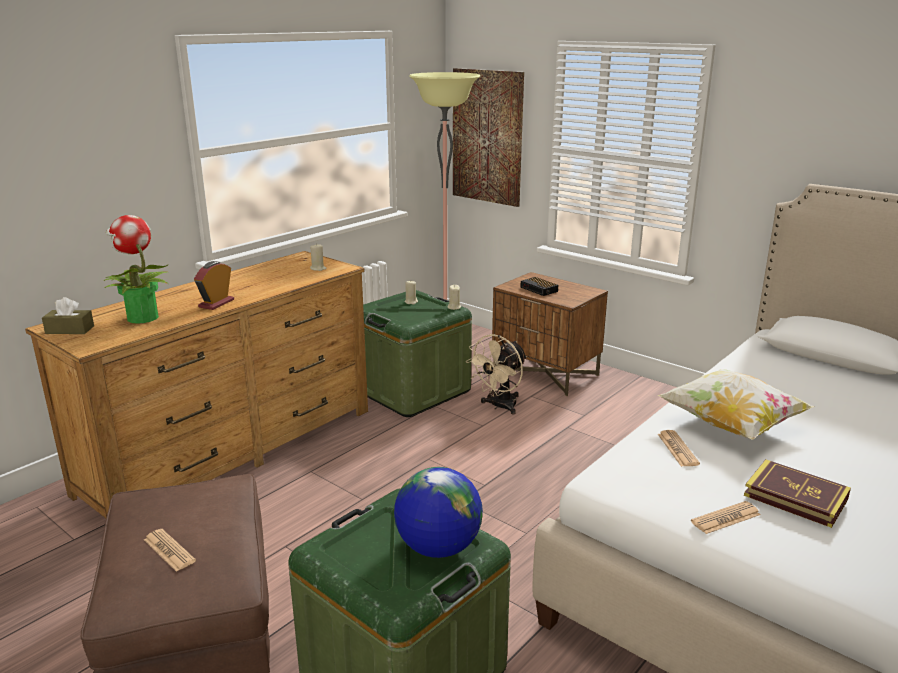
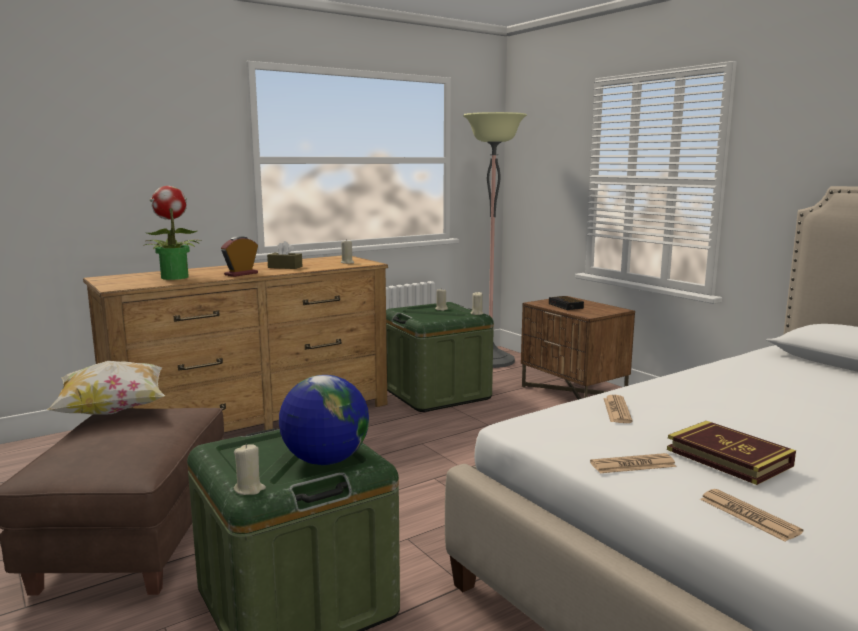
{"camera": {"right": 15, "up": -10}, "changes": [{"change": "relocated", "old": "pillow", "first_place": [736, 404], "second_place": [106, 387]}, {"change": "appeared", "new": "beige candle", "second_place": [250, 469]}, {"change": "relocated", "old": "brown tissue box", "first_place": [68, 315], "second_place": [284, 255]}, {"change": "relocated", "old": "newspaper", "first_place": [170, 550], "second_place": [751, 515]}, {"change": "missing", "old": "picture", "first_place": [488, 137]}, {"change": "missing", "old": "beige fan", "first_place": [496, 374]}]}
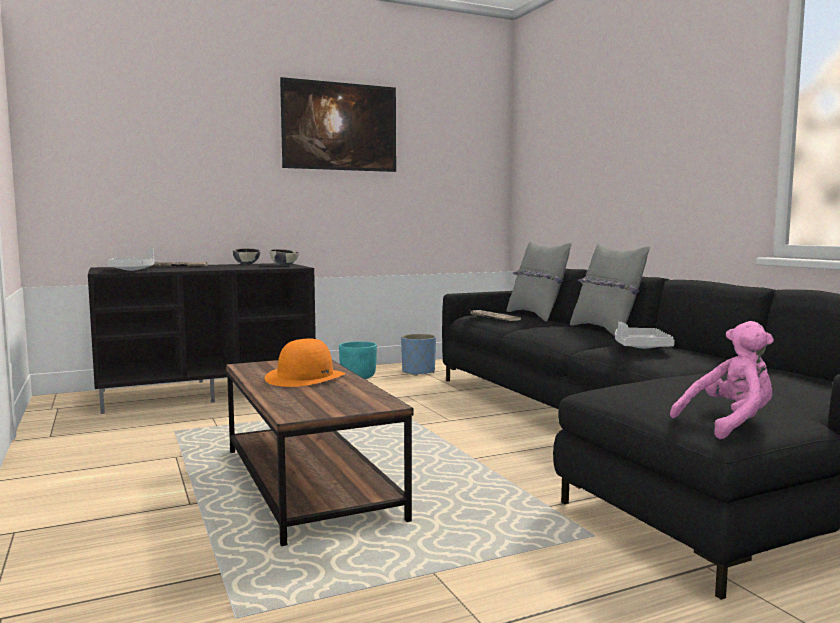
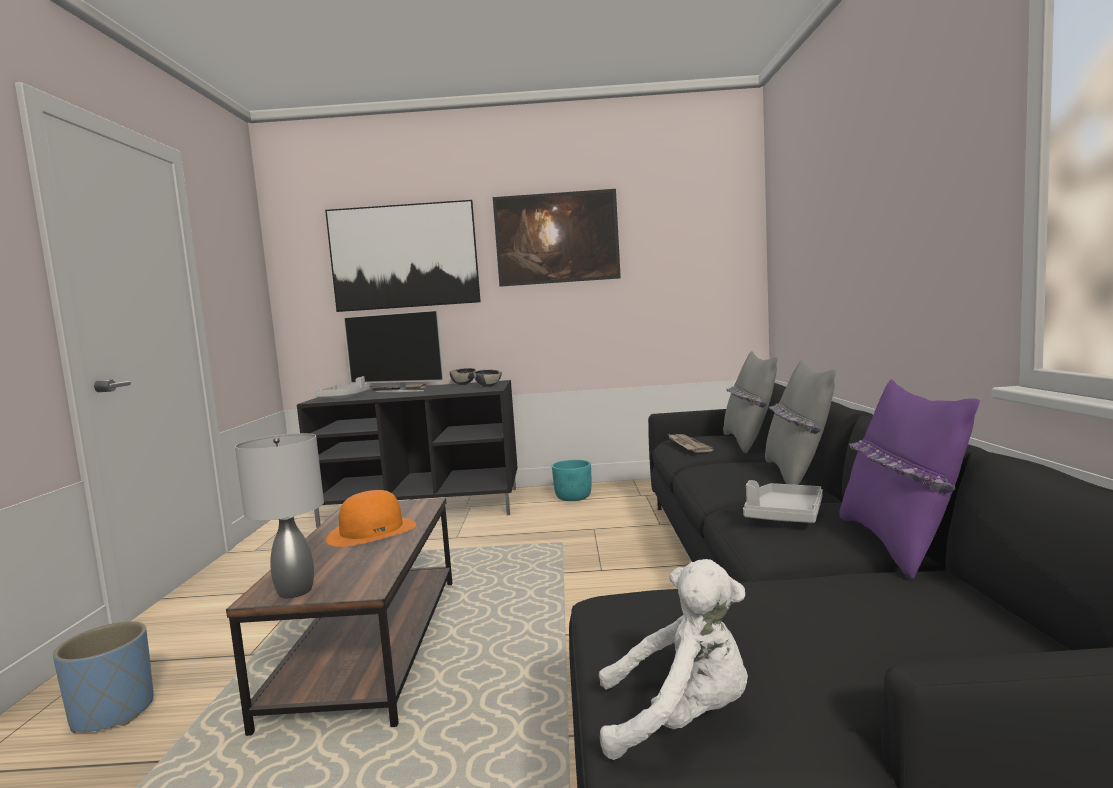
{"camera": {"right": 25, "up": 0}, "changes": [{"change": "relocated", "old": "blue planter", "first_place": [418, 355], "second_place": [103, 677]}, {"change": "appeared", "new": "grey table lamp", "second_place": [279, 515]}, {"change": "appeared", "new": "picture", "second_place": [403, 256]}, {"change": "appeared", "new": "television", "second_place": [393, 351]}, {"change": "colour", "old": "pink plush toy", "new": "white plush toy", "first_place": [722, 380], "second_place": [673, 659]}, {"change": "appeared", "new": "purple pillow", "second_place": [909, 479]}]}
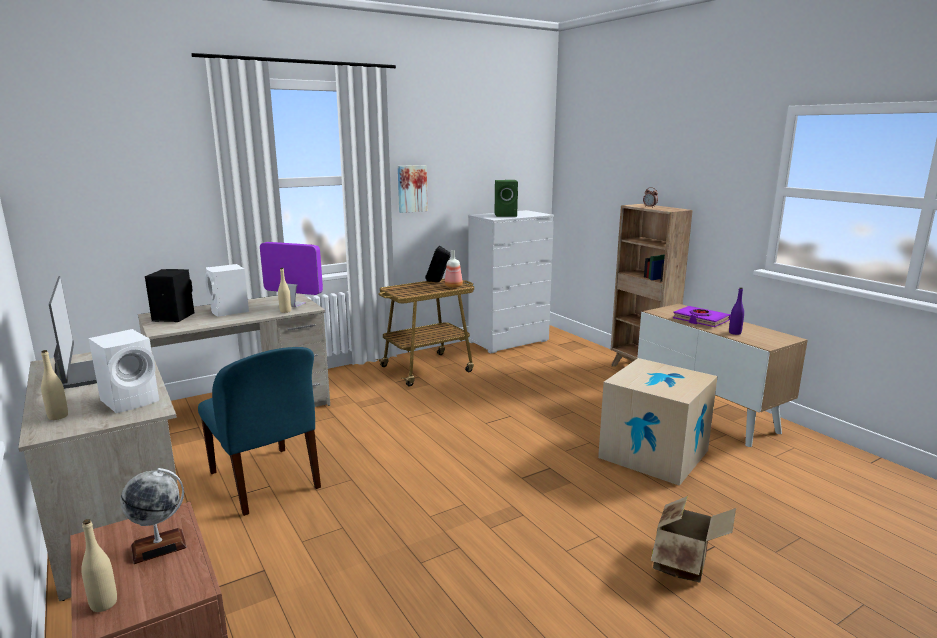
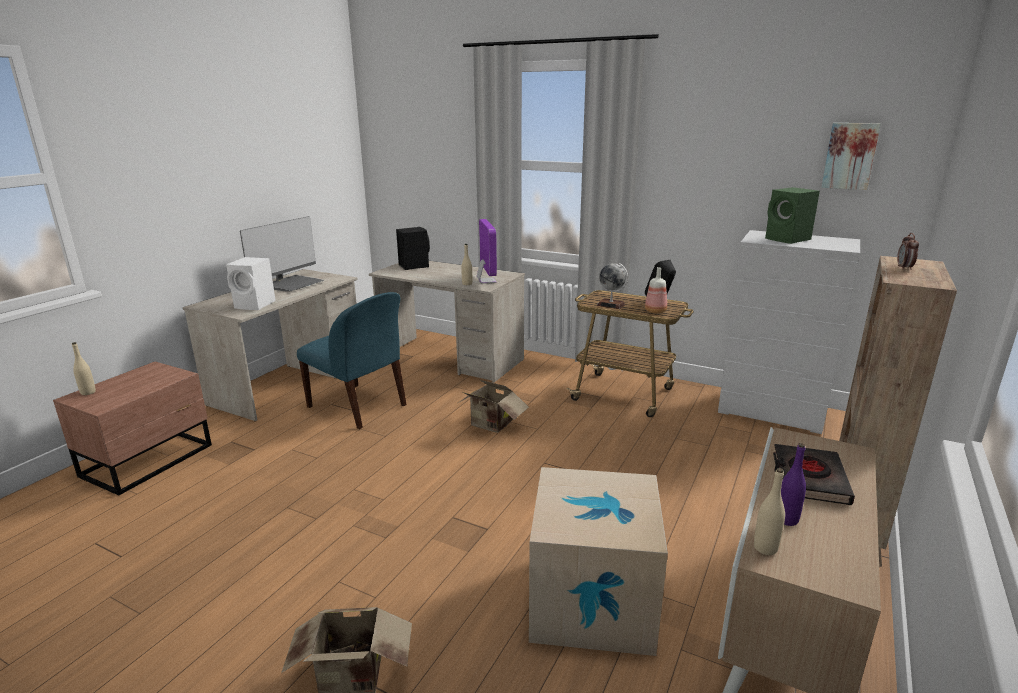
{"camera": {"right": 60, "up": 5}, "changes": [{"change": "spun", "old": "blue chair", "first_place": [259, 431], "second_place": [352, 360], "degrees": -75}, {"change": "appeared", "new": "cardboard box", "second_place": [493, 406]}, {"change": "relocated", "old": "globe", "first_place": [153, 516], "second_place": [612, 286]}, {"change": "relocated", "old": "beige bottle", "first_place": [54, 385], "second_place": [769, 511]}, {"change": "colour", "old": "purple book", "new": "black book", "first_place": [702, 316], "second_place": [814, 474]}, {"change": "relocated", "old": "picture", "first_place": [413, 189], "second_place": [851, 156]}, {"change": "missing", "old": "white speaker", "first_place": [227, 290]}]}
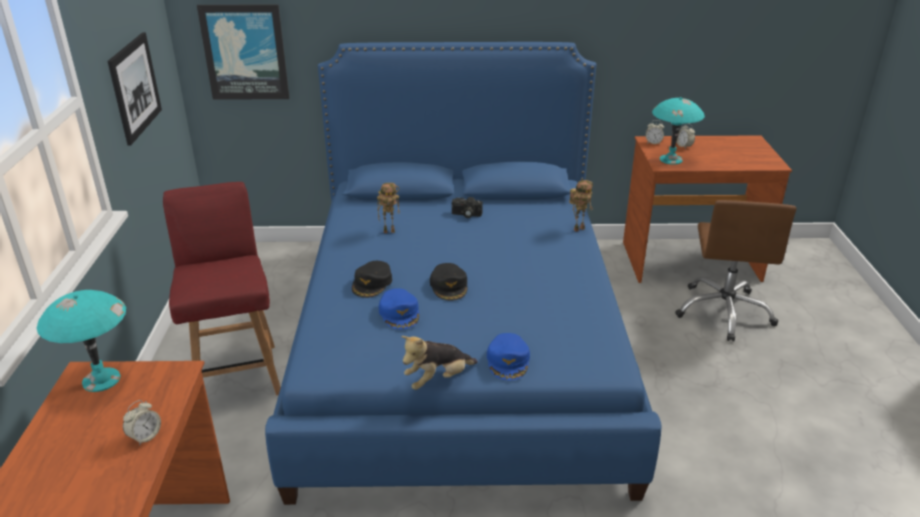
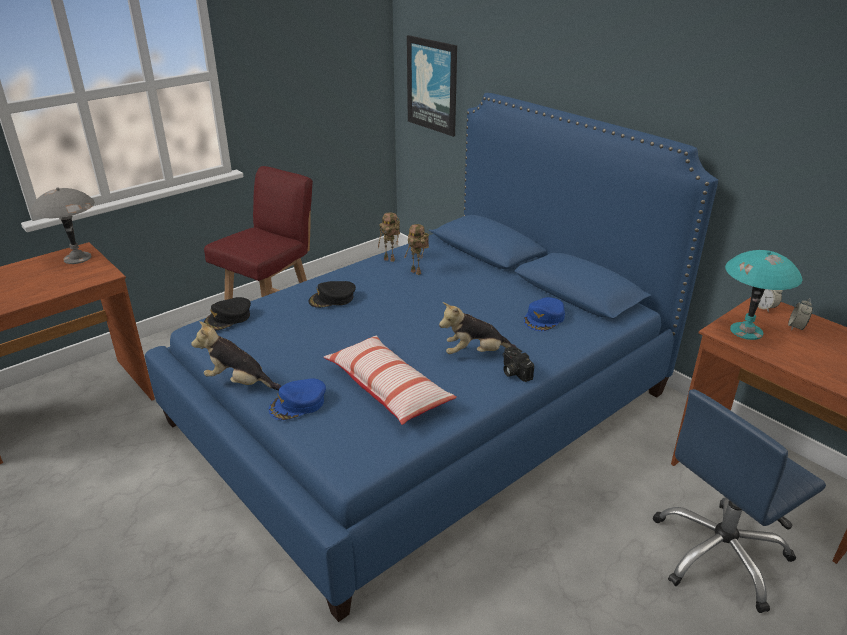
{"camera": {"right": 50, "up": 0}, "changes": [{"change": "colour", "old": "turquoise table lamp", "new": "grey table lamp", "first_place": [81, 341], "second_place": [62, 225]}, {"change": "relocated", "old": "black cap", "first_place": [448, 282], "second_place": [227, 313]}, {"change": "appeared", "new": "pillow", "second_place": [390, 380]}, {"change": "relocated", "old": "toy robot", "first_place": [581, 206], "second_place": [389, 237]}, {"change": "appeared", "new": "plush toy", "second_place": [477, 328]}, {"change": "relocated", "old": "photo camera", "first_place": [467, 207], "second_place": [518, 364]}, {"change": "relocated", "old": "blue cap", "first_place": [399, 309], "second_place": [544, 314]}, {"change": "colour", "old": "brown office chair", "new": "blue office chair", "first_place": [736, 270], "second_place": [739, 501]}, {"change": "missing", "old": "picture", "first_place": [135, 89]}, {"change": "missing", "old": "alarm clock", "first_place": [142, 423]}]}
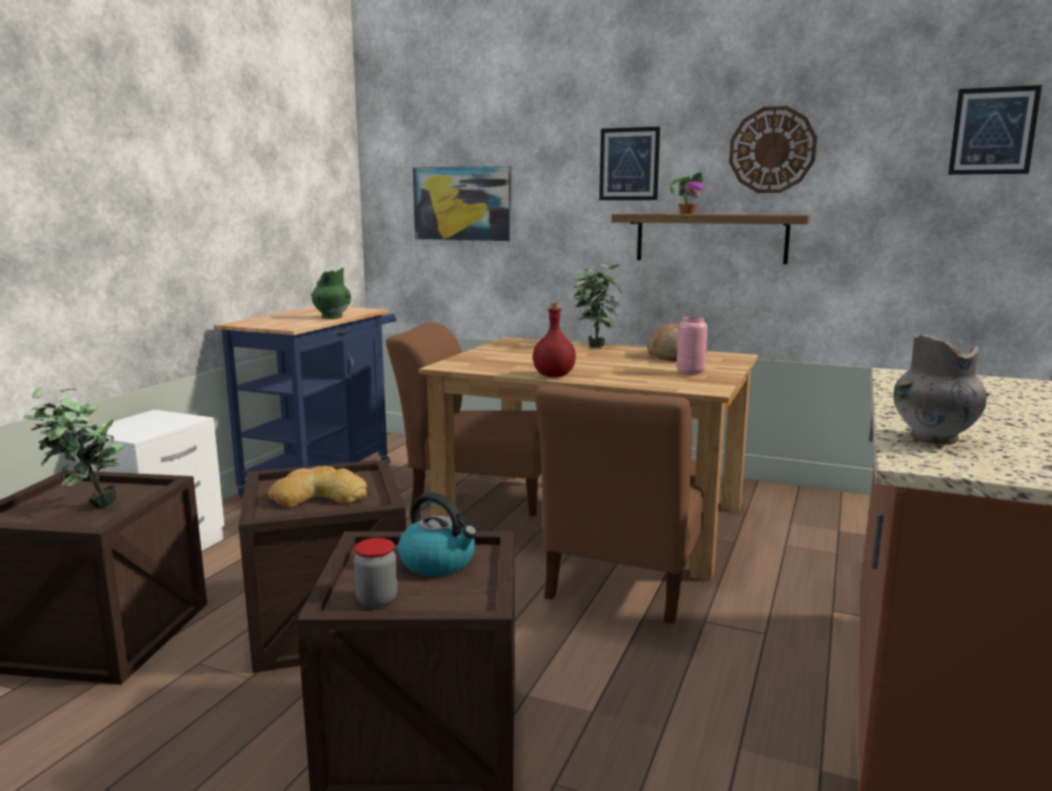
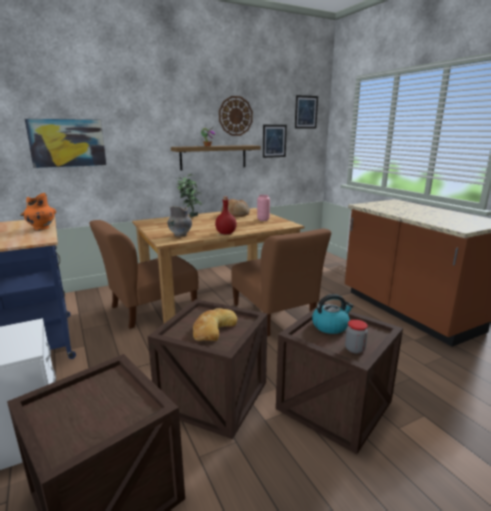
{"camera": {"right": -50, "up": 5}, "changes": [{"change": "colour", "old": "green vase", "new": "orange vase", "first_place": [331, 293], "second_place": [38, 211]}, {"change": "relocated", "old": "grey vase", "first_place": [941, 389], "second_place": [180, 221]}, {"change": "relocated", "old": "picture", "first_place": [629, 163], "second_place": [275, 141]}, {"change": "missing", "old": "potted plant", "first_place": [74, 447]}]}
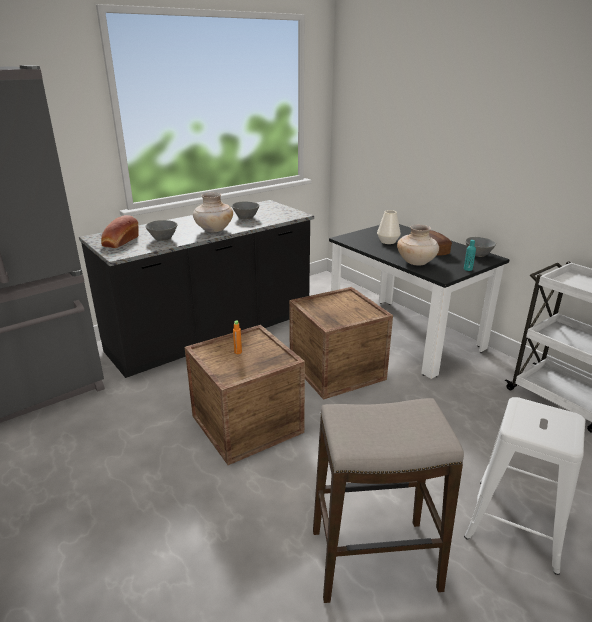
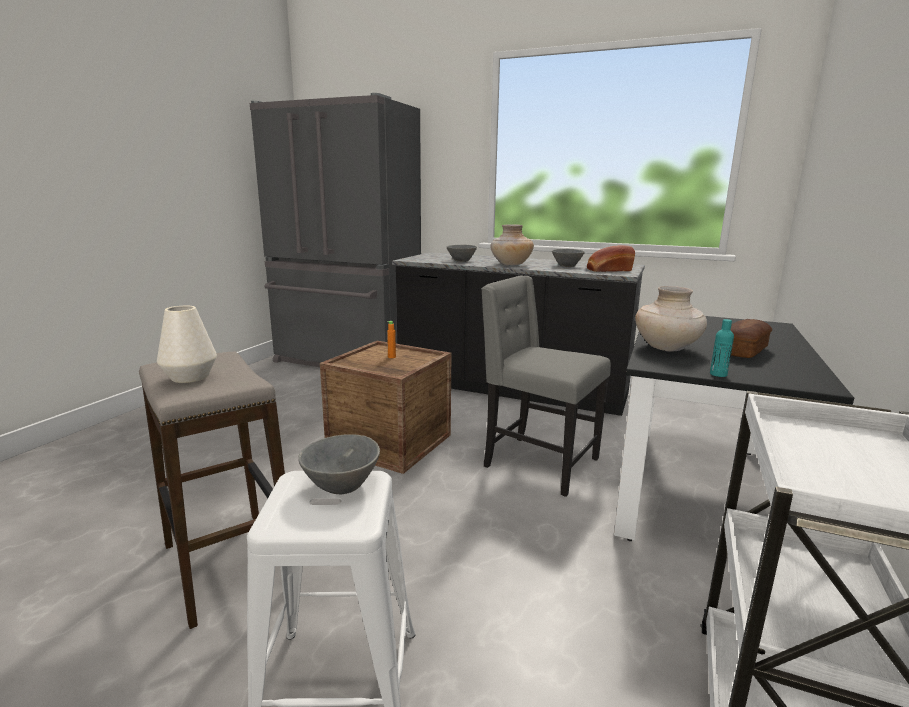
{"camera": {"right": 60, "up": -10}, "changes": [{"change": "relocated", "old": "white vase", "first_place": [389, 227], "second_place": [187, 344]}, {"change": "relocated", "old": "grey bowl", "first_place": [480, 247], "second_place": [339, 464]}, {"change": "exchanged", "old": "crate", "new": "grey chair", "first_place": [341, 343], "second_place": [546, 386]}, {"change": "relocated", "old": "bread", "first_place": [120, 231], "second_place": [611, 258]}]}
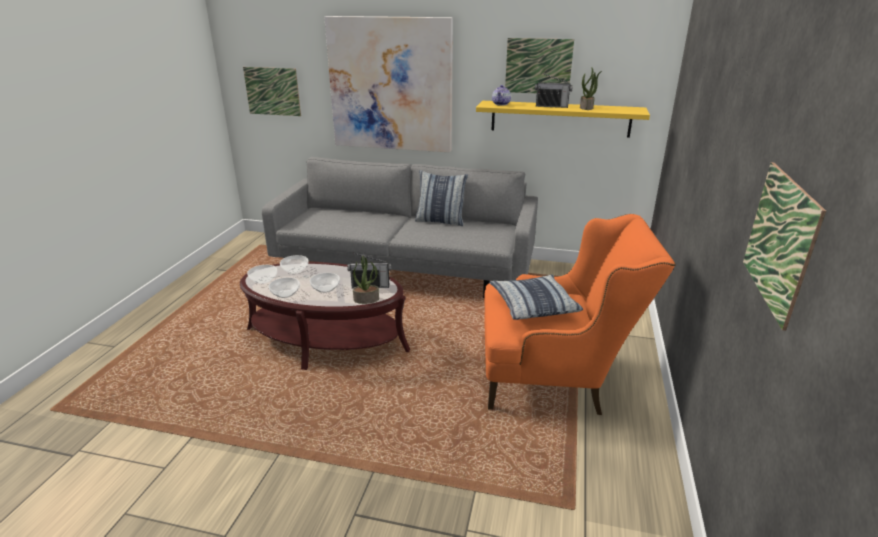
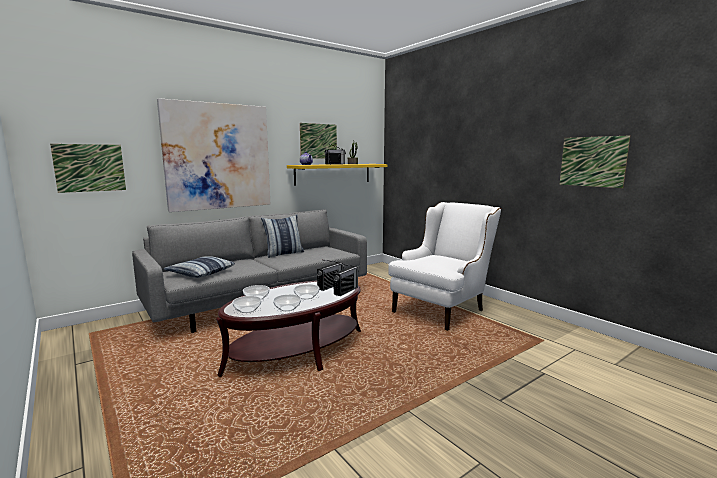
{"camera": {"right": -50, "up": -15}, "changes": [{"change": "relocated", "old": "pillow", "first_place": [536, 297], "second_place": [199, 267]}, {"change": "exchanged", "old": "potted plant", "new": "radio", "first_place": [366, 280], "second_place": [346, 280]}, {"change": "colour", "old": "orange armchair", "new": "white armchair", "first_place": [580, 314], "second_place": [444, 266]}]}
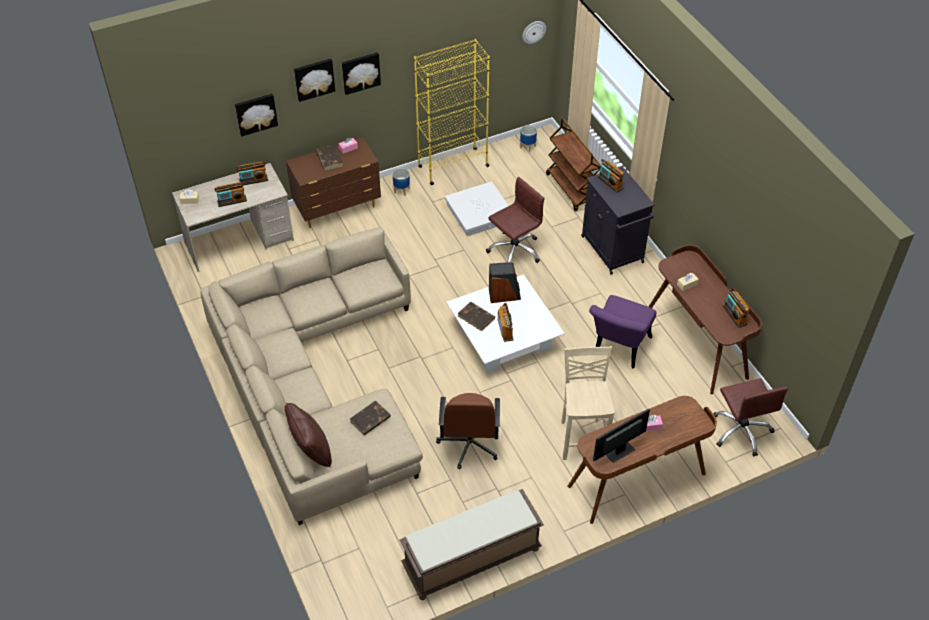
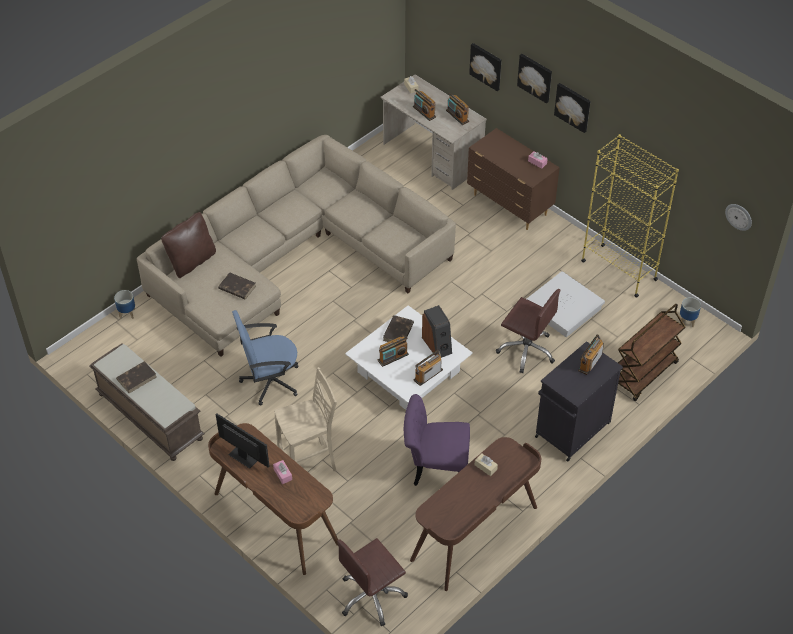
{"camera": {"right": 70, "up": 0}, "changes": [{"change": "relocated", "old": "planter", "first_place": [401, 182], "second_place": [124, 304]}, {"change": "relocated", "old": "brown book", "first_place": [329, 158], "second_place": [136, 377]}, {"change": "colour", "old": "brown office chair", "new": "blue office chair", "first_place": [468, 431], "second_place": [265, 358]}, {"change": "relocated", "old": "radio", "first_place": [736, 308], "second_place": [428, 368]}]}
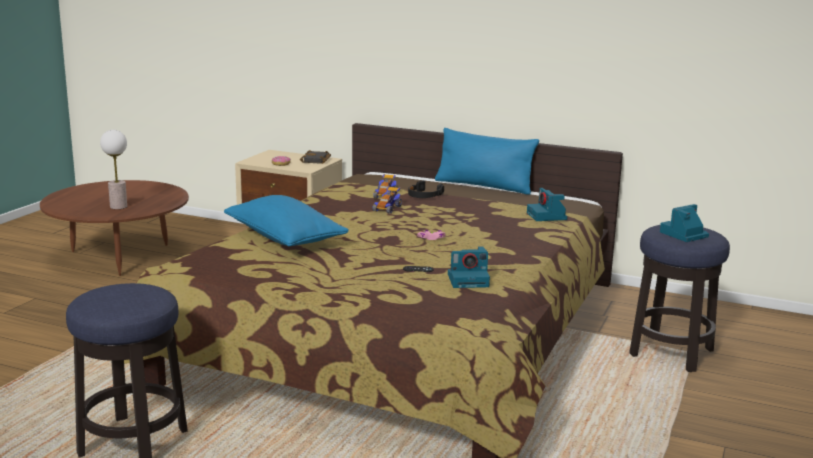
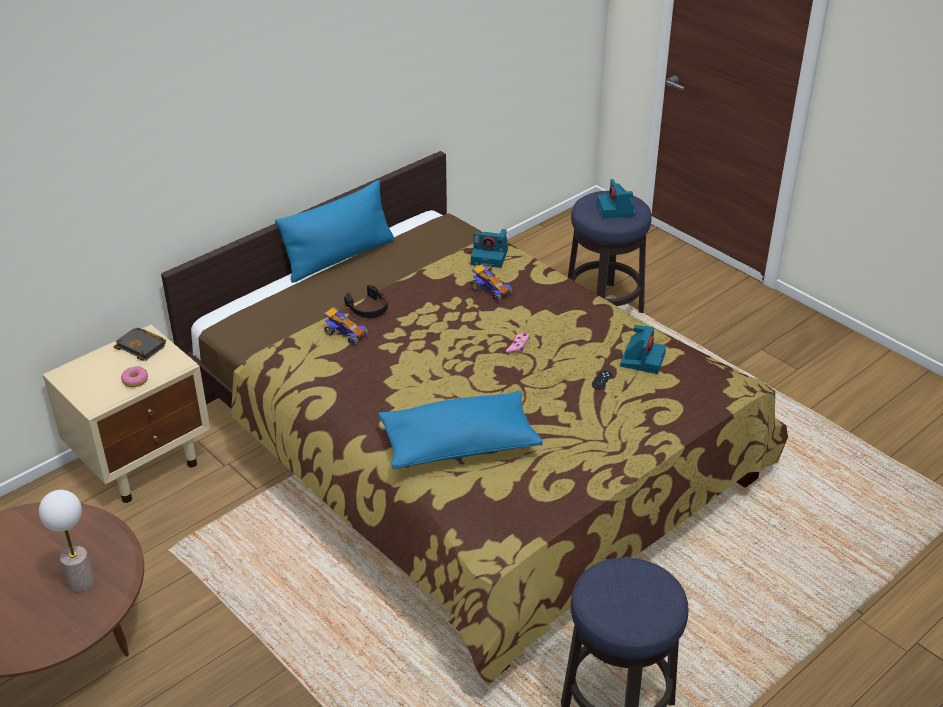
{"camera": {"right": -65, "up": 20}, "changes": [{"change": "relocated", "old": "toy car", "first_place": [387, 200], "second_place": [492, 283]}]}
